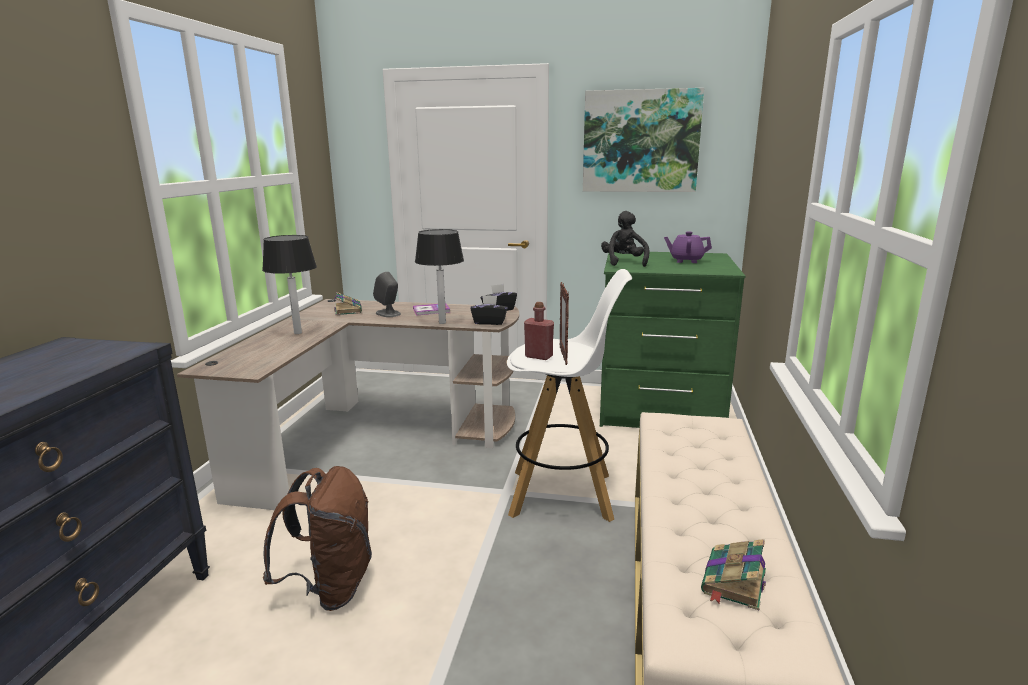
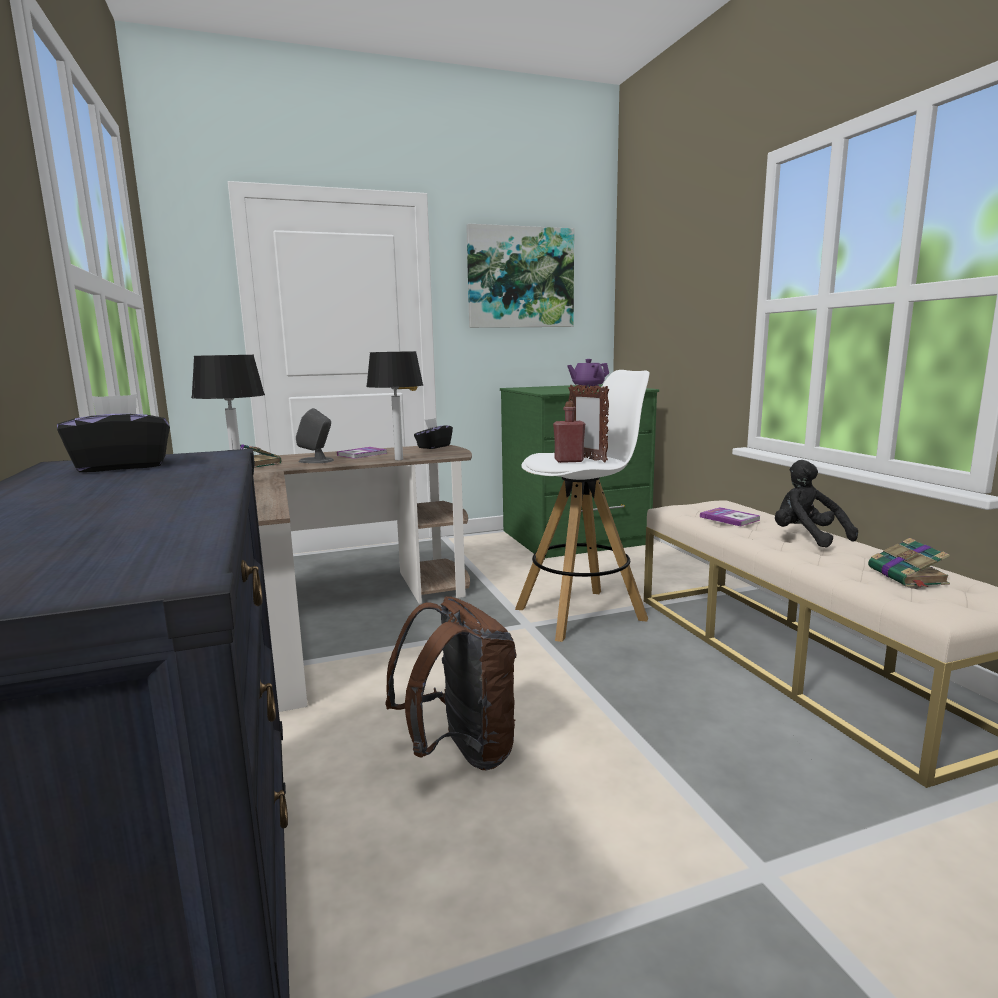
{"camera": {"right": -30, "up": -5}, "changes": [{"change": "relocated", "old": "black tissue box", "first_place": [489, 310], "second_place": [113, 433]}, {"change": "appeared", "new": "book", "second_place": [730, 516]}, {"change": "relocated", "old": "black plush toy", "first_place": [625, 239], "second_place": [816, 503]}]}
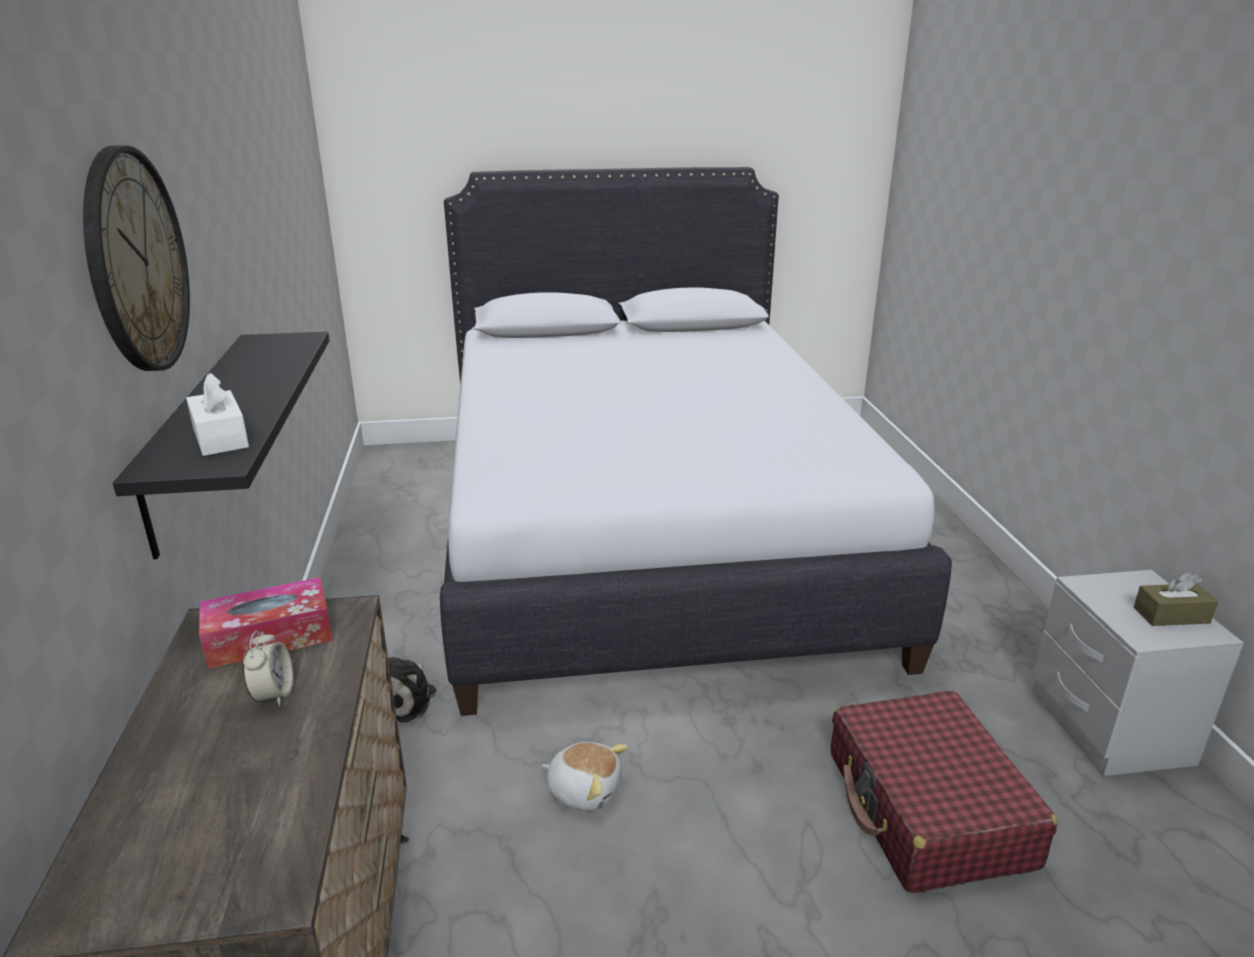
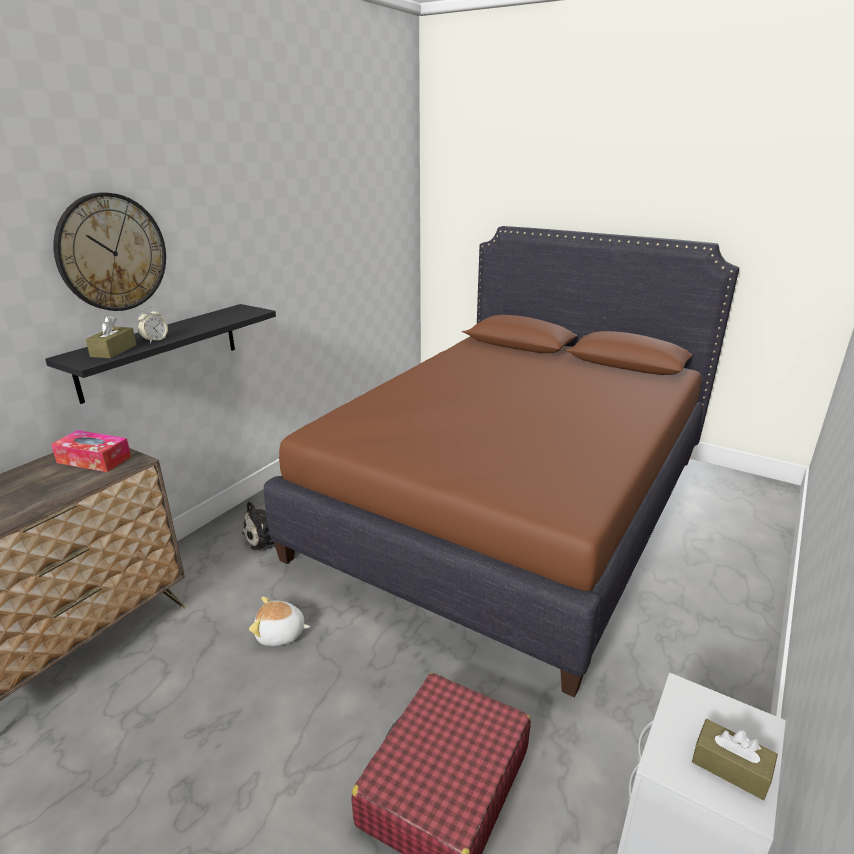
{"camera": {"right": 40, "up": 0}, "changes": [{"change": "colour", "old": "white tissue box", "new": "brown tissue box", "first_place": [217, 414], "second_place": [111, 337]}, {"change": "relocated", "old": "alarm clock", "first_place": [268, 668], "second_place": [153, 325]}, {"change": "spun", "old": "plush toy", "first_place": [585, 776], "second_place": [280, 621], "degrees": 120}, {"change": "colour", "old": "white bed", "new": "brown bed", "first_place": [696, 441], "second_place": [501, 462]}]}
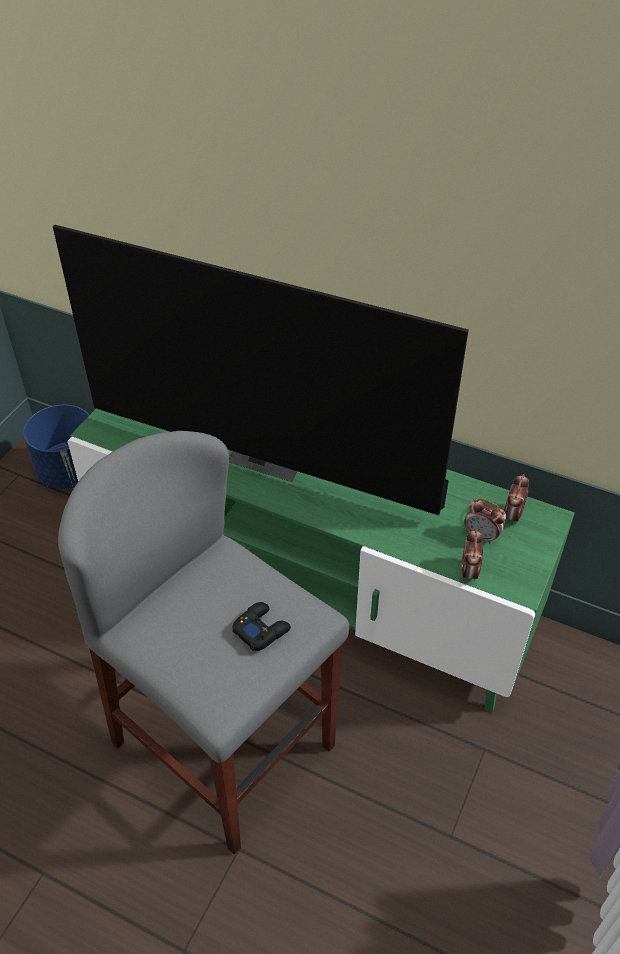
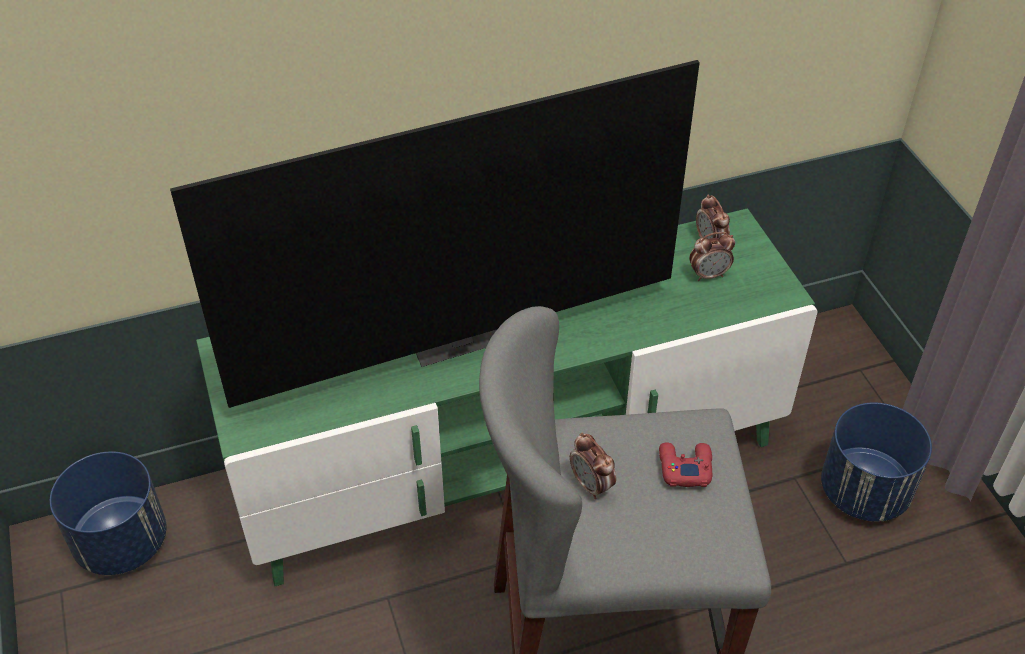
{"camera": {"right": -45, "up": 0}, "changes": [{"change": "relocated", "old": "alarm clock", "first_place": [472, 555], "second_place": [593, 466]}, {"change": "colour", "old": "black game controller", "new": "red game controller", "first_place": [261, 626], "second_place": [685, 464]}, {"change": "appeared", "new": "blue planter", "second_place": [876, 462]}]}
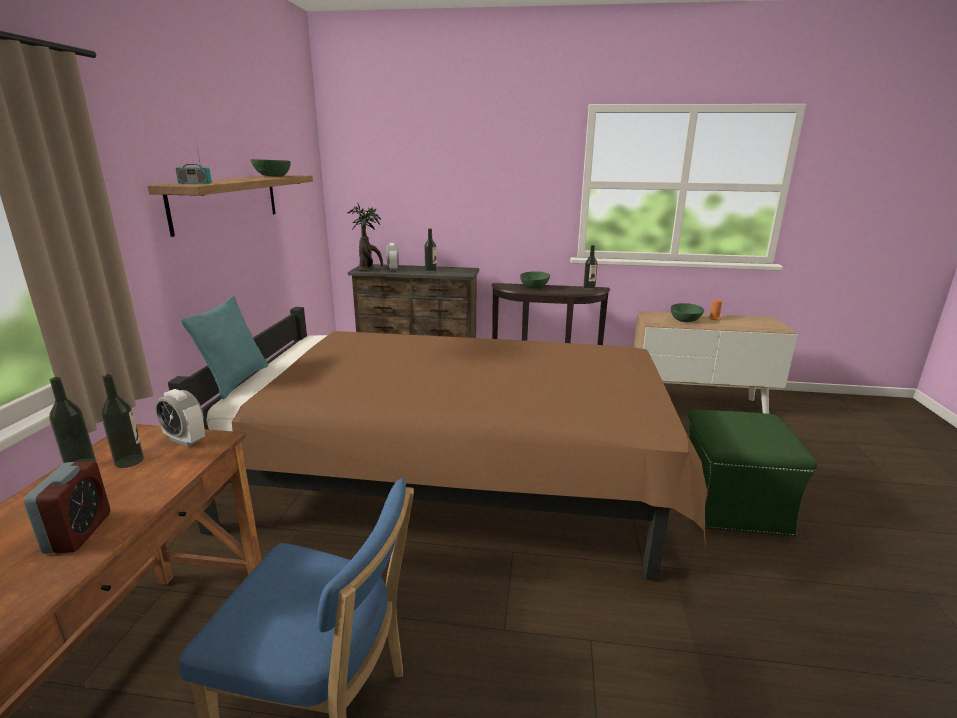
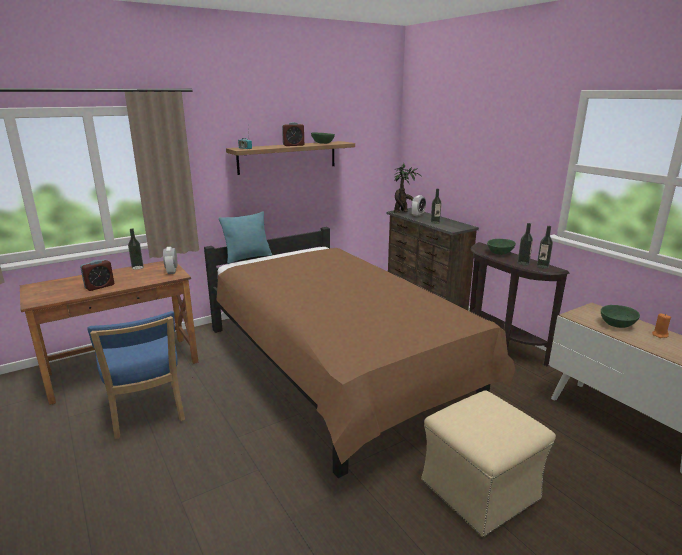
{"camera": {"right": 50, "up": 0}, "changes": [{"change": "appeared", "new": "alarm clock", "second_place": [293, 134]}, {"change": "colour", "old": "green ottoman", "new": "beige ottoman", "first_place": [752, 473], "second_place": [488, 464]}, {"change": "relocated", "old": "bottle", "first_place": [122, 421], "second_place": [525, 244]}]}
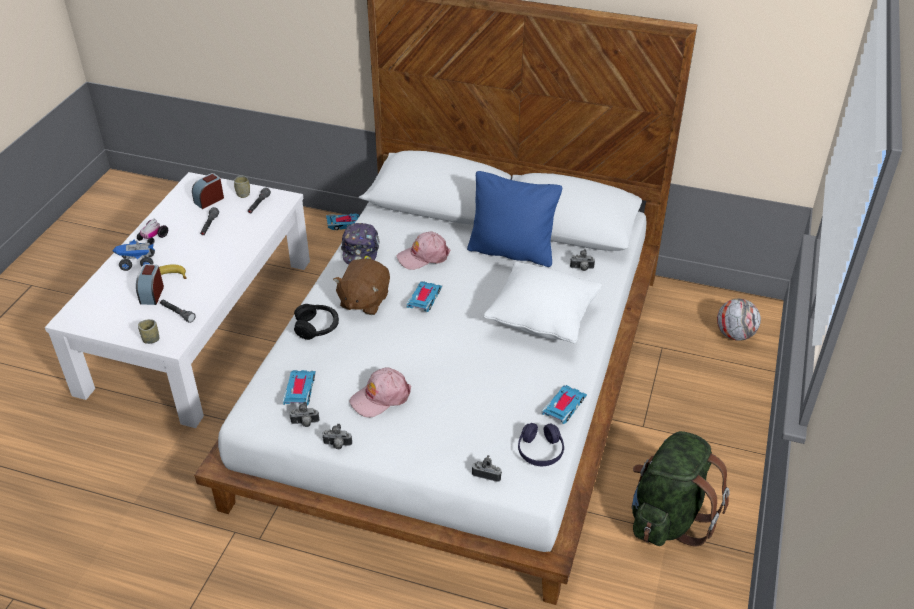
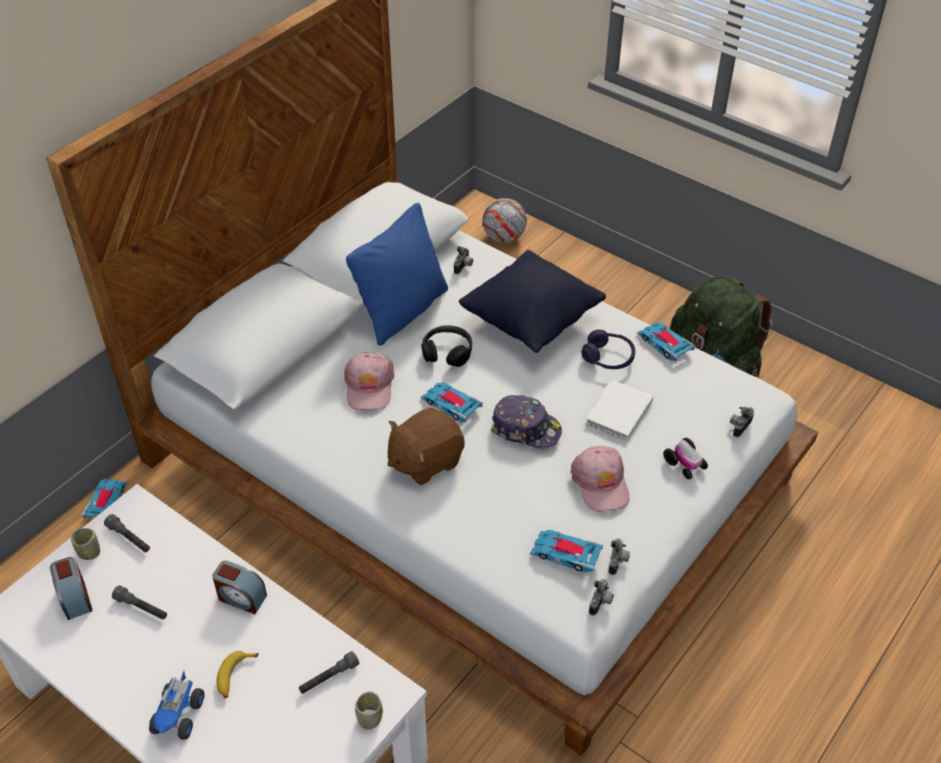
{"camera": {"right": -70, "up": 5}, "changes": [{"change": "relocated", "old": "alarm clock", "first_place": [150, 284], "second_place": [239, 587]}, {"change": "spun", "old": "brown plush toy", "first_place": [361, 286], "second_place": [426, 446], "degrees": 105}, {"change": "relocated", "old": "black headphones", "first_place": [316, 322], "second_place": [446, 346]}, {"change": "colour", "old": "white pillow", "new": "black pillow", "first_place": [543, 302], "second_place": [532, 301]}, {"change": "relocated", "old": "cap", "first_place": [360, 244], "second_place": [526, 421]}, {"change": "relocated", "old": "purple headphones", "first_place": [541, 444], "second_place": [608, 349]}, {"change": "appeared", "new": "white book", "second_place": [619, 410]}, {"change": "relocated", "old": "photo camera", "first_place": [337, 436], "second_place": [601, 597]}, {"change": "relocated", "old": "toy car", "first_place": [152, 232], "second_place": [685, 458]}]}
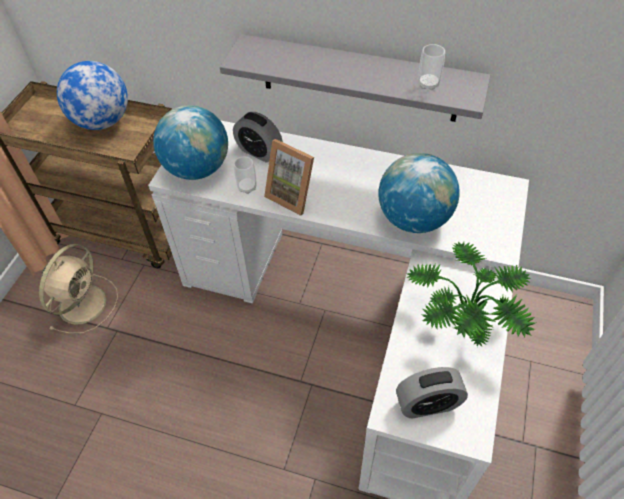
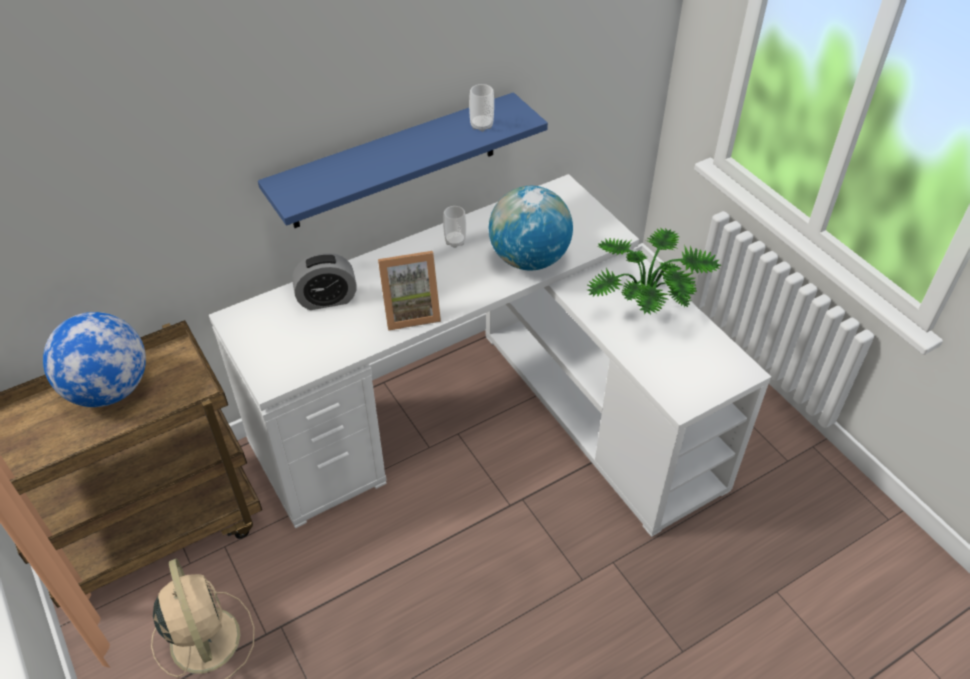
{"camera": {"right": -50, "up": -5}, "changes": [{"change": "colour", "old": "grey shelf", "new": "blue shelf", "first_place": [355, 78], "second_place": [403, 160]}, {"change": "relocated", "old": "cup", "first_place": [245, 175], "second_place": [454, 227]}, {"change": "missing", "old": "globe", "first_place": [190, 142]}, {"change": "missing", "old": "alarm clock", "first_place": [432, 392]}]}
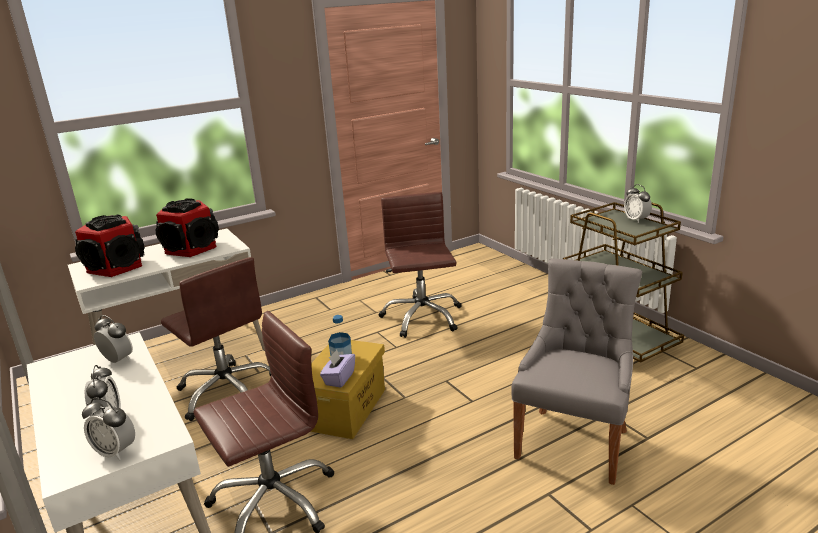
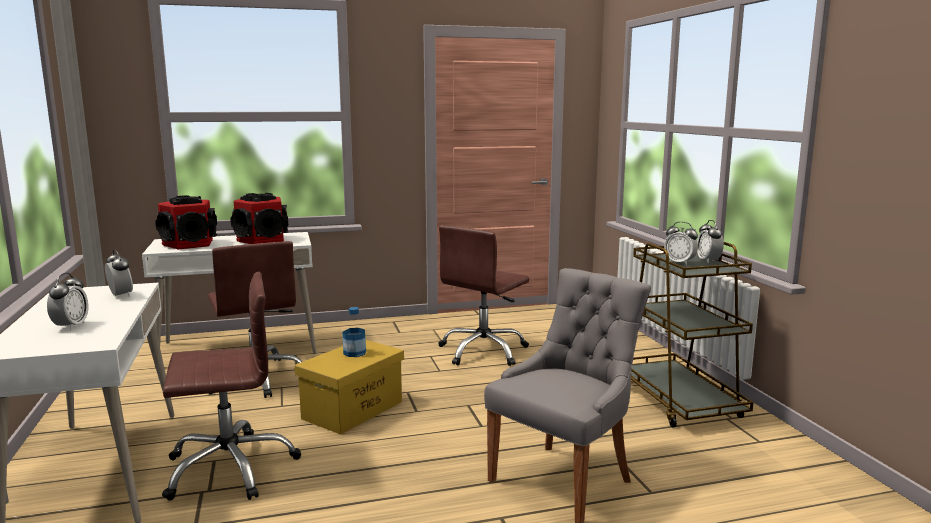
{"camera": {"right": 15, "up": -10}, "changes": [{"change": "spun", "old": "brown office chair", "first_place": [420, 265], "second_place": [483, 295], "degrees": -150}, {"change": "relocated", "old": "alarm clock", "first_place": [108, 429], "second_place": [681, 243]}, {"change": "missing", "old": "purple tissue box", "first_place": [337, 368]}]}
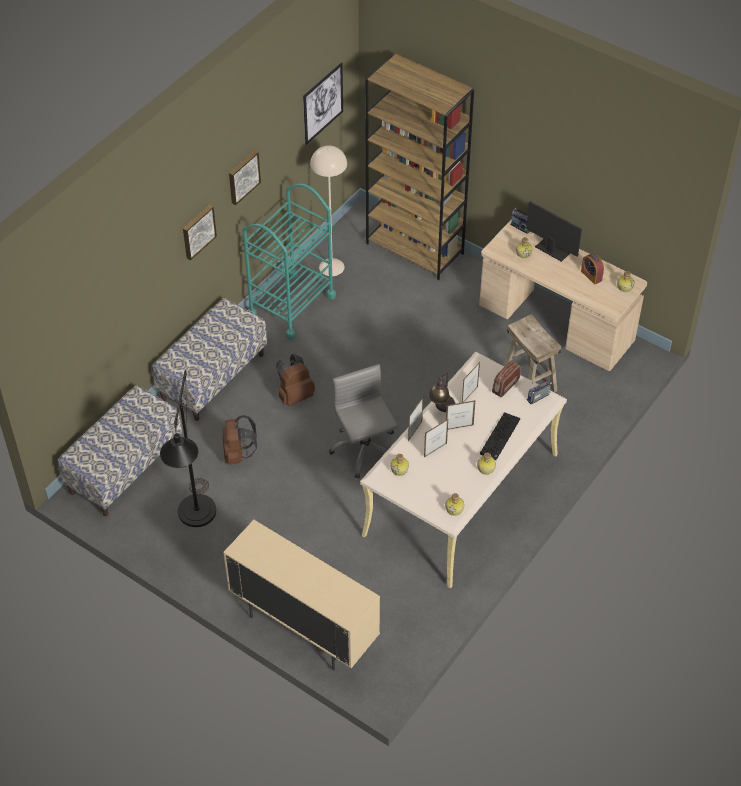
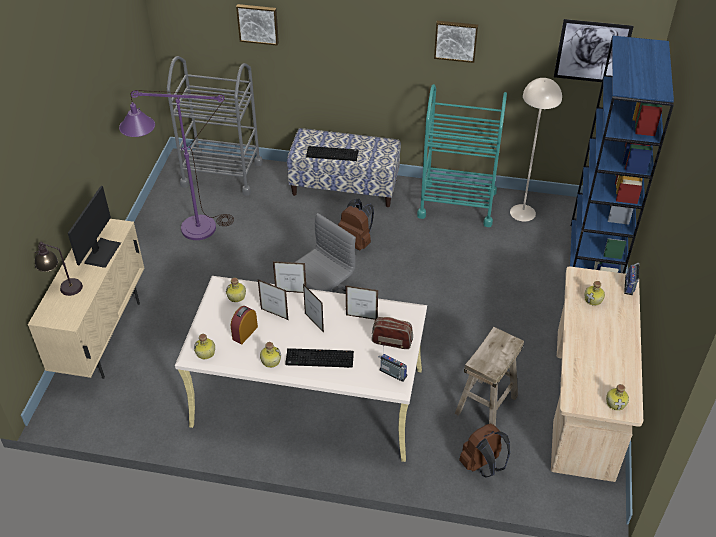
{"camera": {"right": 65, "up": -5}, "changes": [{"change": "relocated", "old": "table lamp", "first_place": [442, 392], "second_place": [58, 269]}, {"change": "relocated", "old": "monitor", "first_place": [554, 231], "second_place": [94, 227]}, {"change": "colour", "old": "black floor lamp", "new": "purple floor lamp", "first_place": [188, 449], "second_place": [176, 165]}, {"change": "exchanged", "old": "bench", "new": "grey cart", "first_place": [119, 450], "second_place": [215, 126]}, {"change": "relocated", "old": "alarm clock", "first_place": [592, 269], "second_place": [244, 325]}, {"change": "relocated", "old": "picture", "first_place": [200, 232], "second_place": [257, 25]}, {"change": "appeared", "new": "keyboard", "second_place": [332, 153]}, {"change": "relocated", "old": "brown backpack", "first_place": [240, 439], "second_place": [484, 450]}, {"change": "colour", "old": "brown bookcase", "new": "blue bookcase", "first_place": [419, 167], "second_place": [622, 154]}]}
